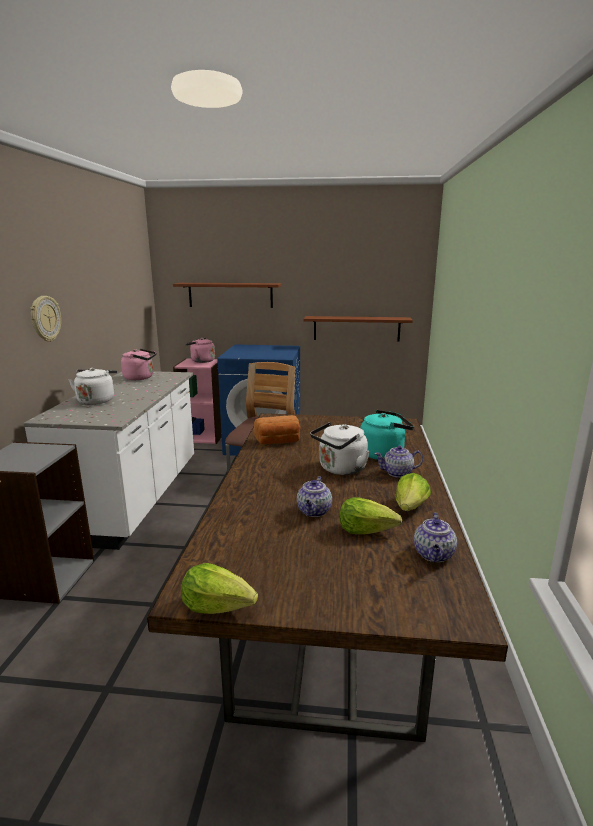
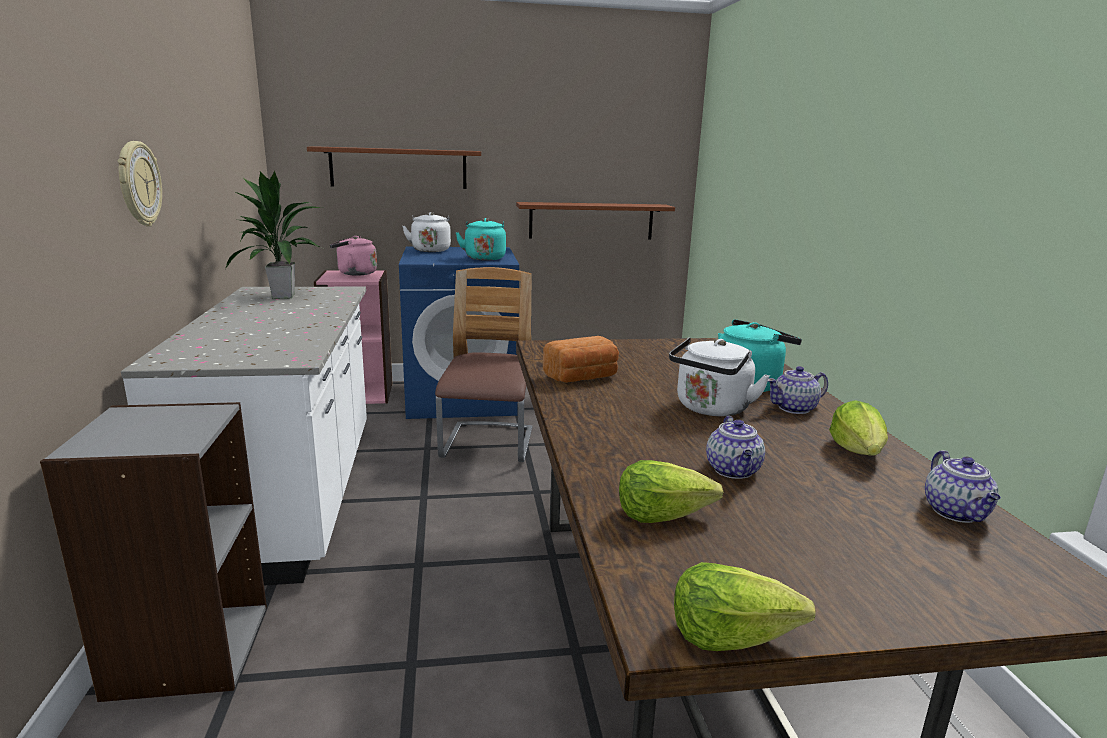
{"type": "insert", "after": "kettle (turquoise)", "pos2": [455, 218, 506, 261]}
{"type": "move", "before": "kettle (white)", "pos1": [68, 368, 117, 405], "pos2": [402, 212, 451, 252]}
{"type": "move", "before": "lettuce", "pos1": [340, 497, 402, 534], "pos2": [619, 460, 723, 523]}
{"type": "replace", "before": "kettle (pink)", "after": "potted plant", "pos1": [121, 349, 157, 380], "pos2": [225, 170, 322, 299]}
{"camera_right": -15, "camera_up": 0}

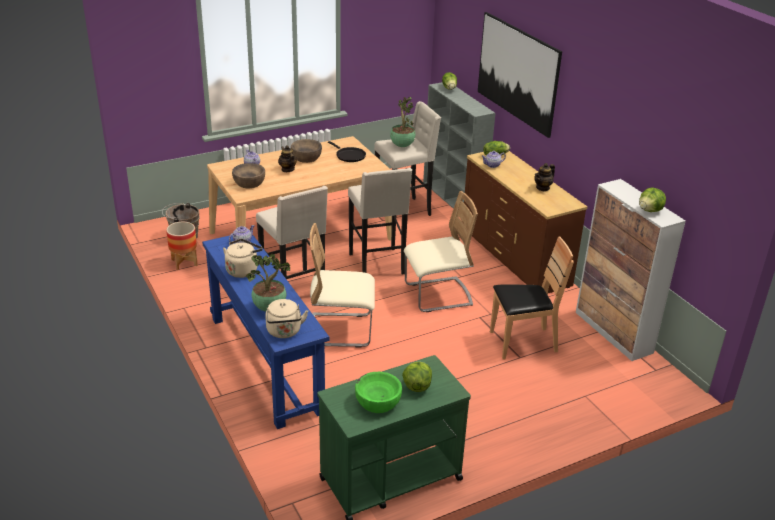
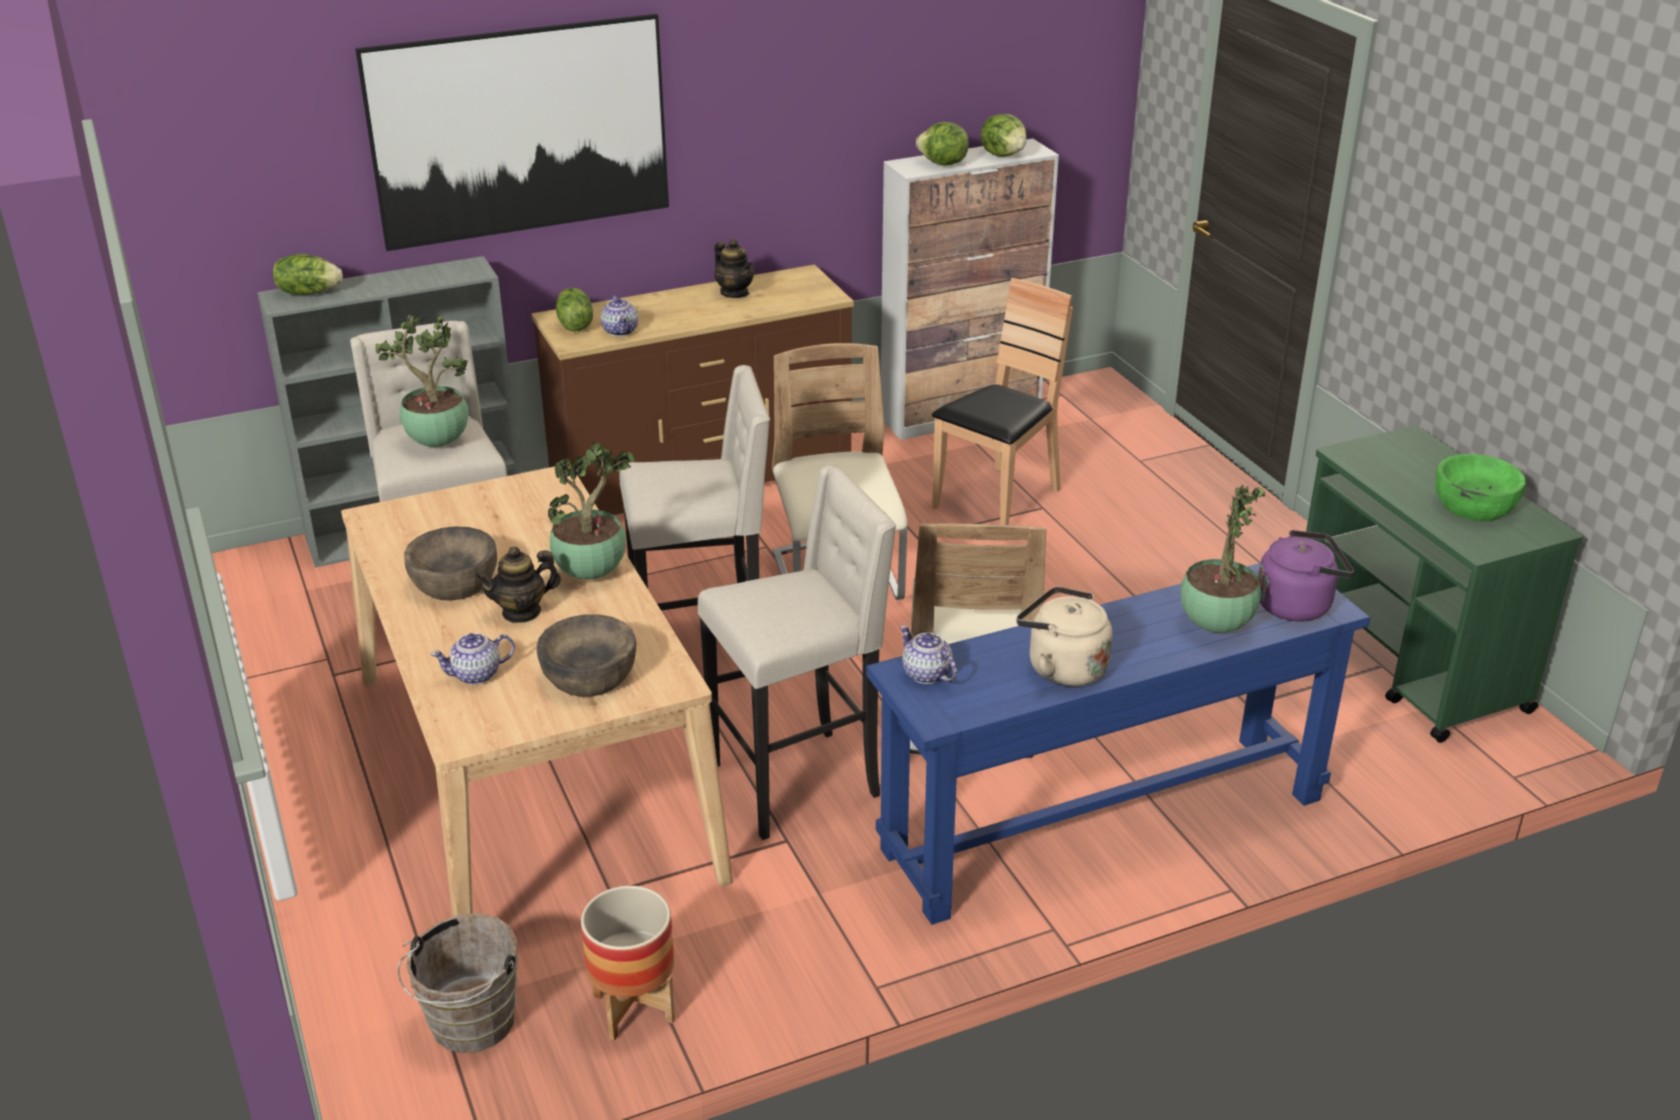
{"type": "delete", "before": "frying pan (black)", "pos1": [328, 141, 366, 162]}
{"type": "insert", "after": "potted plant", "pos2": [548, 442, 635, 580]}
{"type": "move", "before": "lettuce", "pos1": [402, 362, 432, 392], "pos2": [916, 122, 969, 166]}
{"type": "recolor", "before": "kettle (beige)", "after": "kettle (purple)", "pos1": [265, 299, 308, 338], "pos2": [1258, 530, 1354, 622]}
{"type": "rotate", "before": "chair (brown)", "pos1": [490, 236, 574, 360], "pos2": [932, 278, 1073, 525], "turn": 45}
{"camera_right": -85, "camera_up": 0}

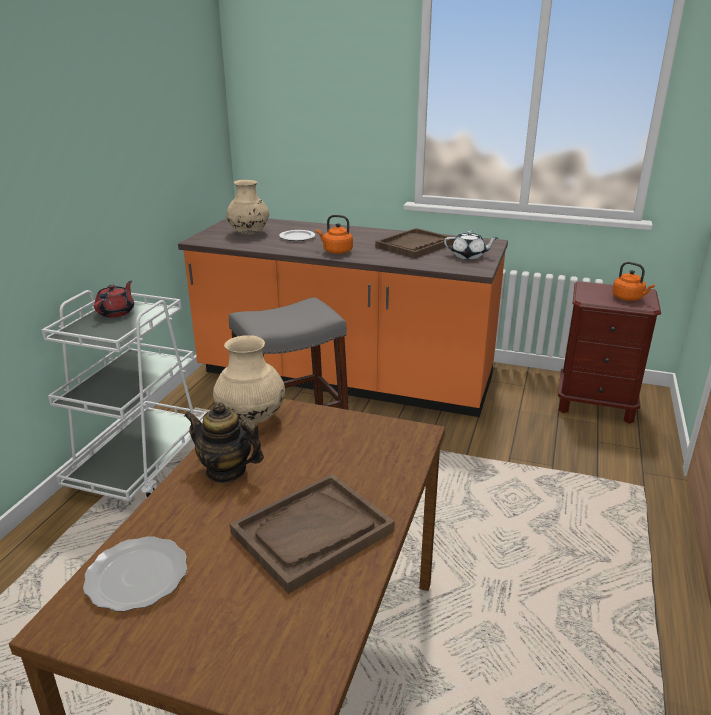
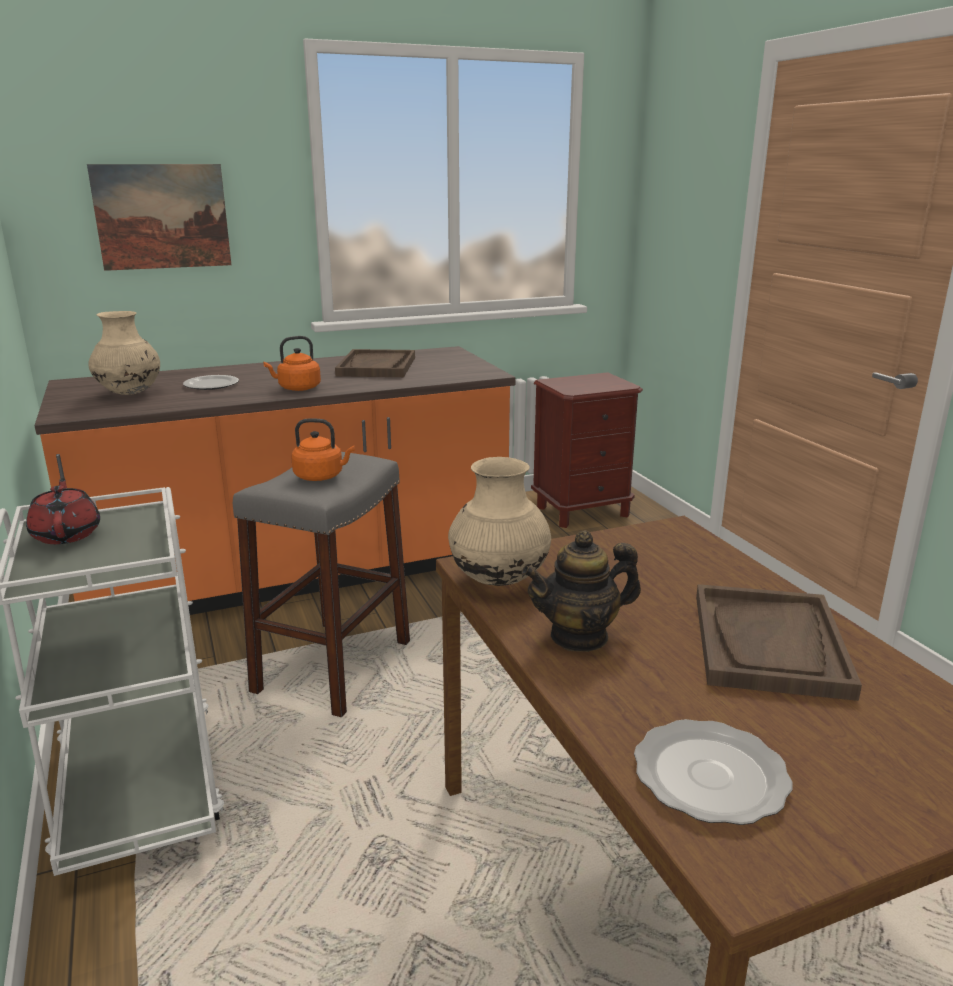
{"type": "delete", "before": "teapot (white)", "pos1": [444, 230, 498, 259]}
{"type": "insert", "after": "picture", "pos2": [87, 164, 231, 271]}
{"type": "move", "before": "kettle (orange)", "pos1": [612, 262, 655, 301], "pos2": [291, 418, 355, 481]}
{"camera_right": -40, "camera_up": -5}

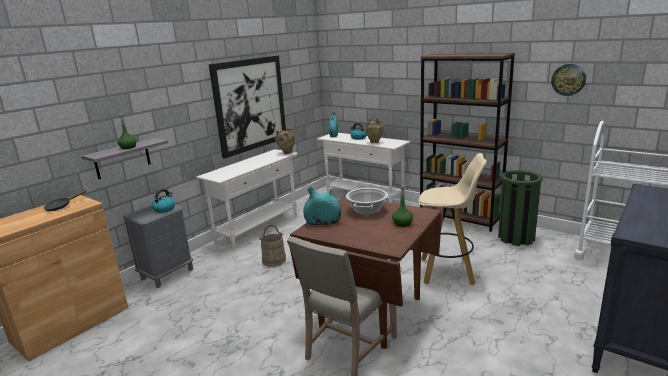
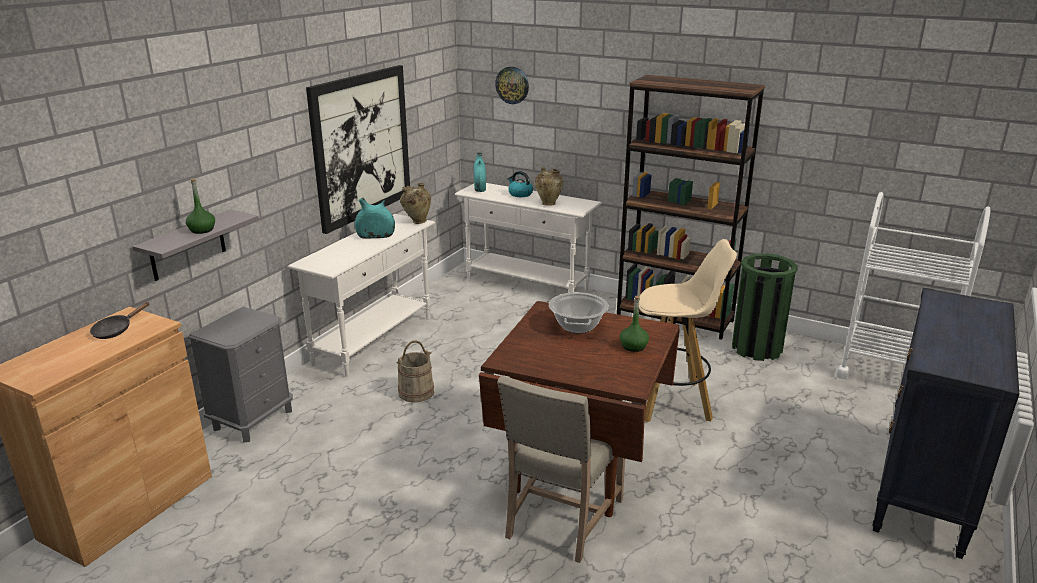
{"type": "delete", "before": "kettle", "pos1": [152, 189, 175, 213]}
{"type": "move", "before": "vase (turquoise)", "pos1": [303, 186, 341, 225], "pos2": [355, 197, 395, 239]}
{"type": "move", "before": "wall clock", "pos1": [551, 64, 586, 96], "pos2": [495, 67, 529, 104]}
{"camera_right": -10, "camera_up": 5}

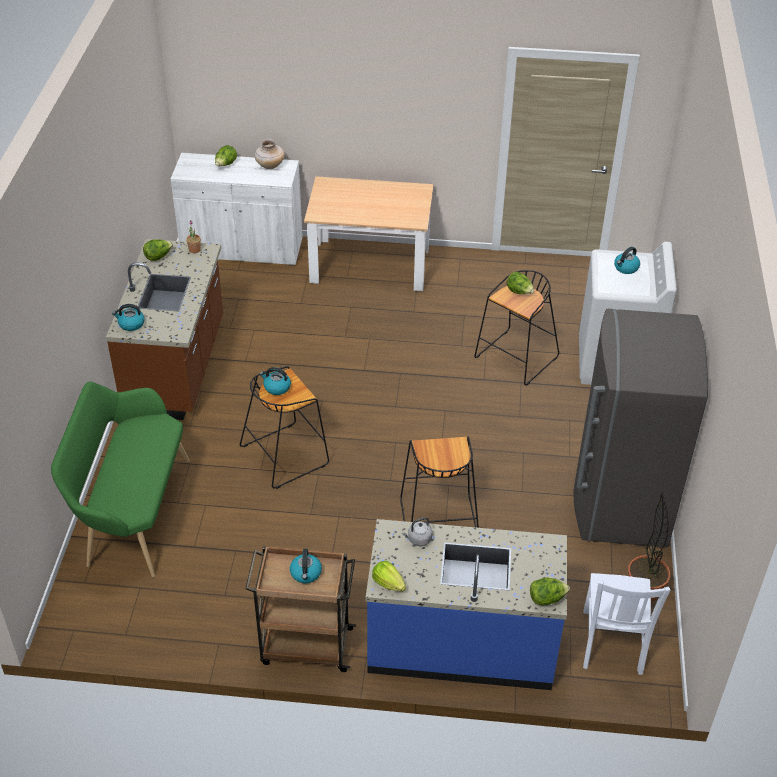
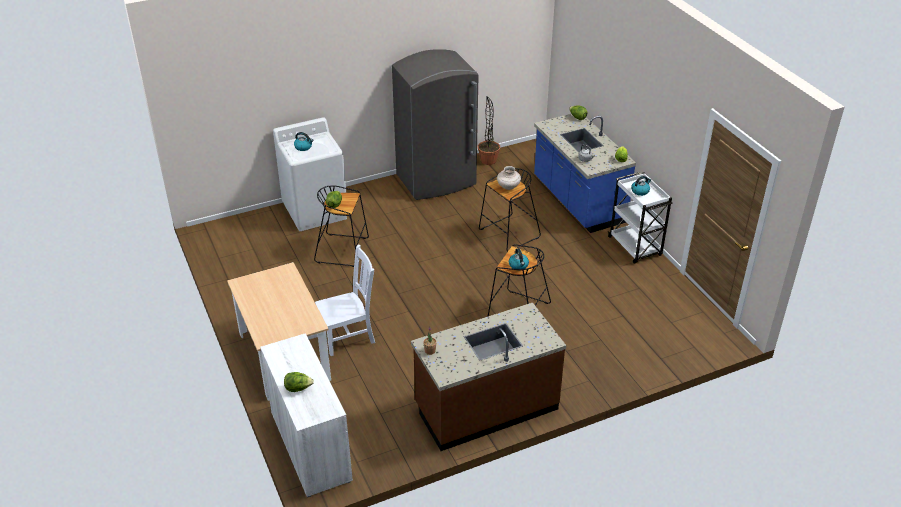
{"type": "delete", "before": "bench (green)", "pos1": [51, 382, 190, 578]}
{"type": "delete", "before": "kettle", "pos1": [112, 304, 145, 331]}
{"type": "delete", "before": "lettuce", "pos1": [143, 239, 173, 261]}
{"type": "move", "before": "vase (beige)", "pos1": [254, 139, 285, 169], "pos2": [497, 166, 521, 190]}
{"type": "move", "before": "chair (white)", "pos1": [583, 573, 670, 675], "pos2": [315, 245, 375, 356]}
{"type": "recolor", "before": "cart (brown)", "after": "cart (white)", "pos1": [246, 546, 356, 672], "pos2": [608, 172, 673, 264]}
{"camera_right": -120, "camera_up": -5}

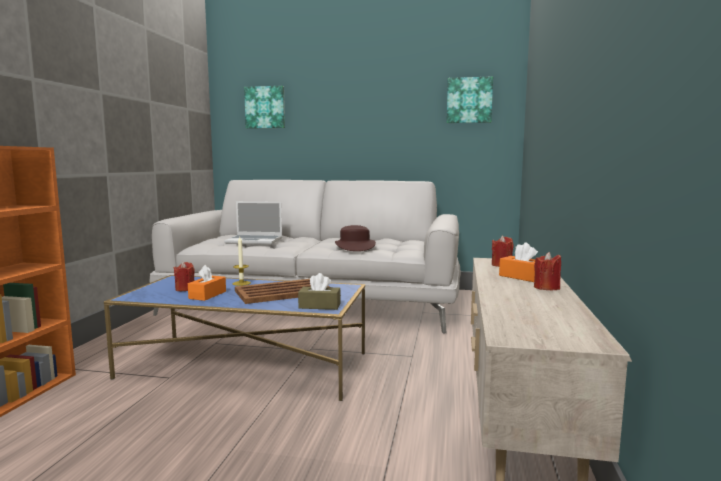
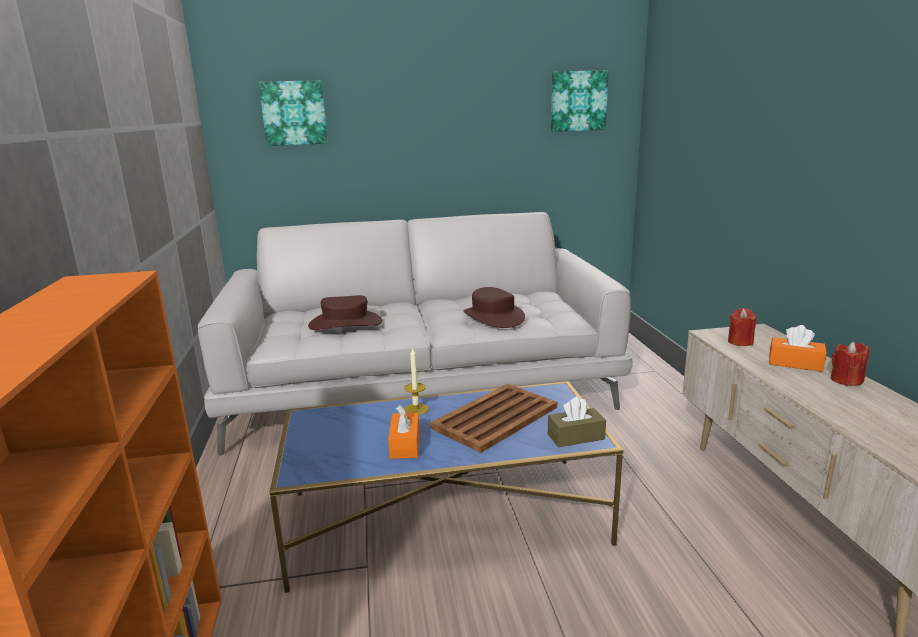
{"type": "delete", "before": "candle (red)", "pos1": [174, 262, 195, 291]}
{"type": "replace", "before": "laptop", "after": "hat (brown)", "pos1": [224, 201, 282, 245], "pos2": [308, 295, 382, 330]}
{"camera_right": -20, "camera_up": 10}

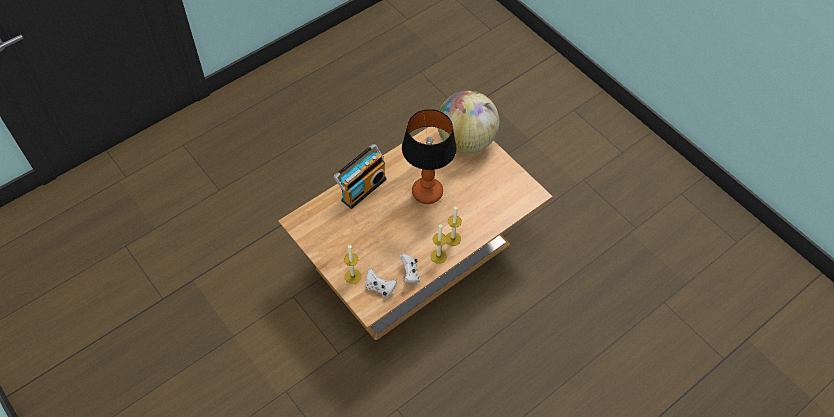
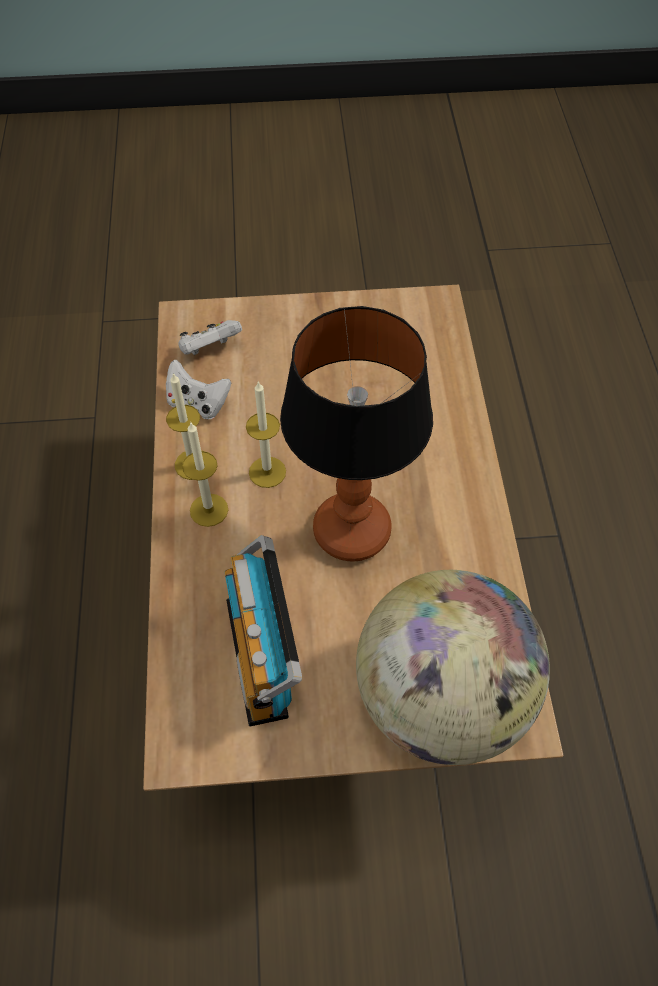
{"type": "move", "before": "radio", "pos1": [334, 144, 386, 209], "pos2": [224, 535, 302, 727]}
{"type": "move", "before": "candle", "pos1": [344, 244, 361, 284], "pos2": [246, 381, 286, 488]}
{"camera_right": 125, "camera_up": 0}

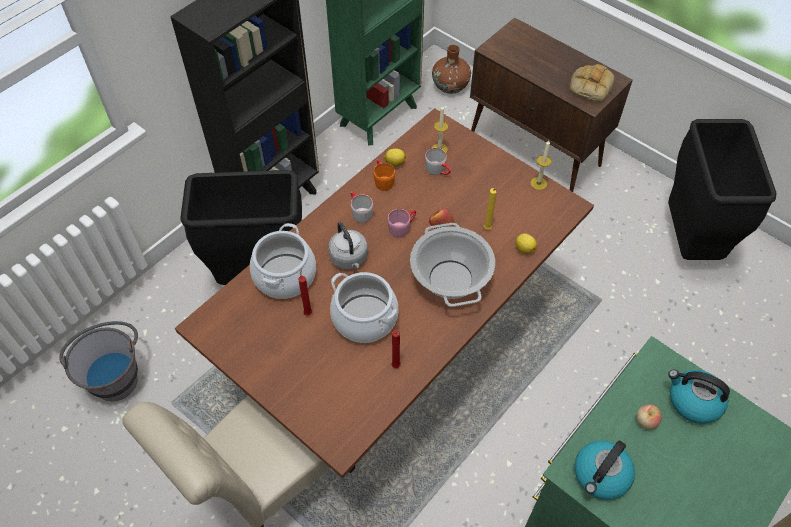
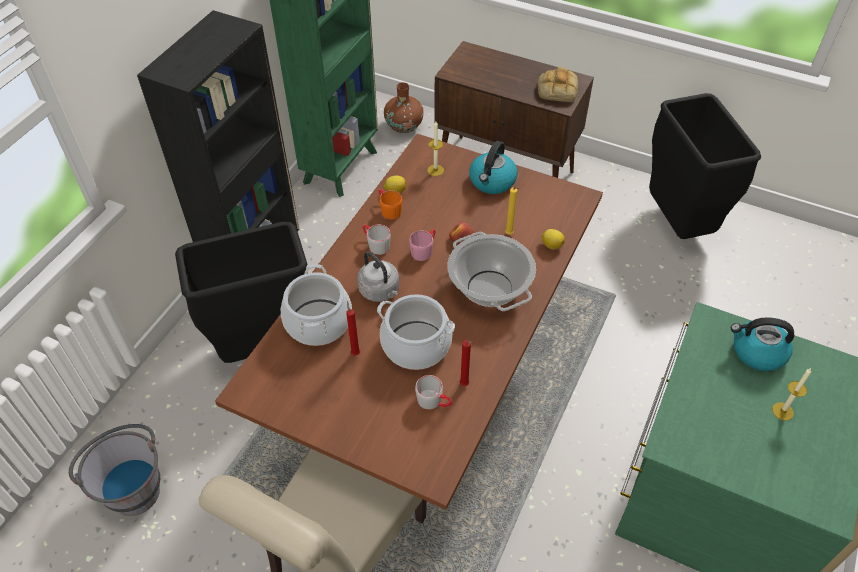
{"type": "delete", "before": "apple", "pos1": [637, 404, 662, 429]}
{"type": "move", "before": "mug (grey)", "pos1": [425, 148, 451, 175], "pos2": [415, 375, 452, 410]}
{"type": "move", "before": "candle", "pos1": [530, 140, 551, 190], "pos2": [772, 368, 811, 421]}
{"type": "move", "before": "kettle", "pos1": [575, 440, 635, 500], "pos2": [469, 141, 517, 194]}
{"camera_right": -15, "camera_up": -5}

